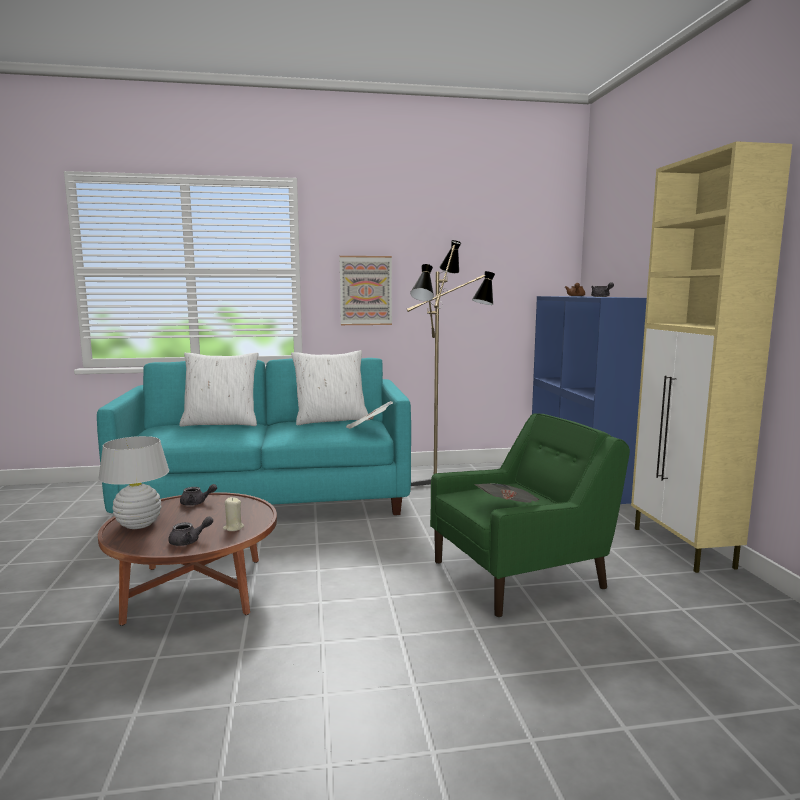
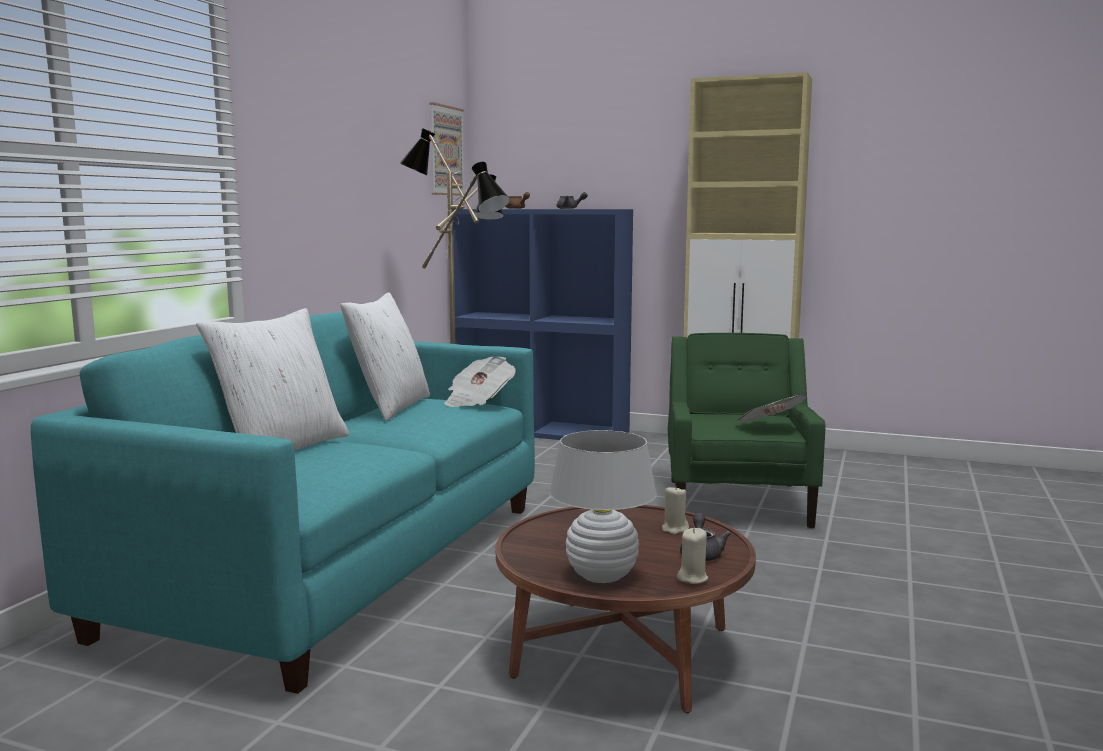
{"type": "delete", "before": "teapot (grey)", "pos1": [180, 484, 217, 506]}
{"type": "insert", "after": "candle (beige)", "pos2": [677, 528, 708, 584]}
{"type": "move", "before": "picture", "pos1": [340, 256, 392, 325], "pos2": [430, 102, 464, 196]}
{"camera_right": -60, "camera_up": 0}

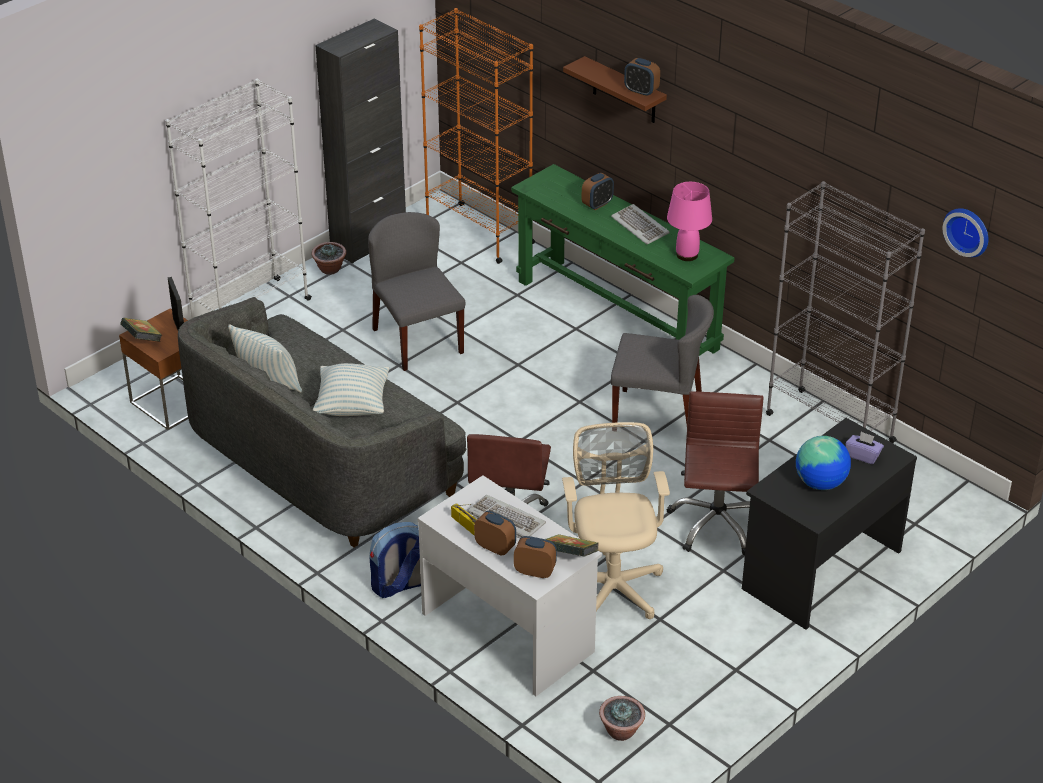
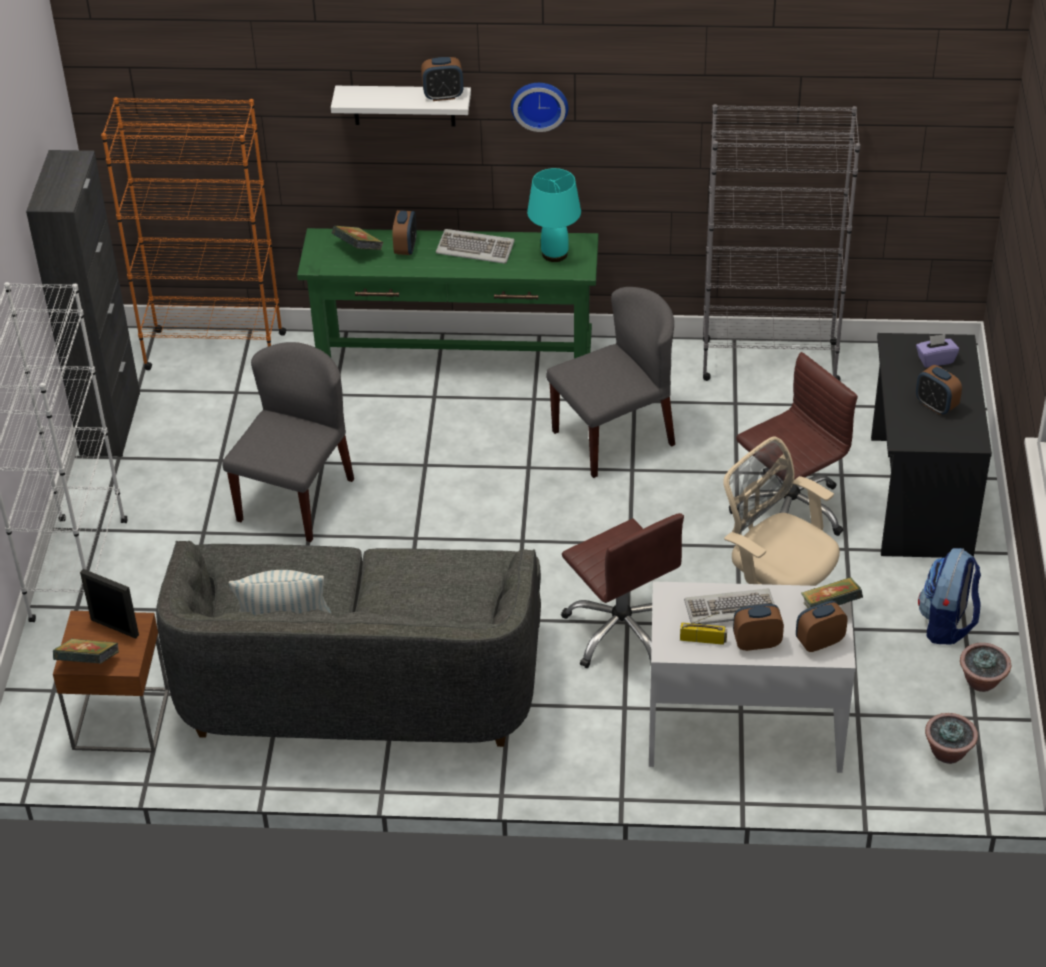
{"type": "delete", "before": "pillow", "pos1": [313, 363, 389, 416]}
{"type": "insert", "after": "book", "pos2": [332, 226, 384, 250]}
{"type": "move", "before": "potted plant", "pos1": [312, 242, 346, 275], "pos2": [960, 643, 1011, 692]}
{"type": "move", "before": "backpack", "pos1": [369, 522, 421, 598], "pos2": [918, 548, 981, 644]}
{"type": "move", "before": "wall clock", "pos1": [943, 208, 988, 257], "pos2": [511, 83, 568, 132]}
{"type": "replace", "before": "globe", "after": "alarm clock", "pos1": [796, 436, 851, 490], "pos2": [916, 365, 962, 415]}
{"type": "recolor", "before": "shelf (brown)", "after": "shelf (white)", "pos1": [563, 56, 667, 123], "pos2": [331, 86, 471, 126]}
{"type": "recolor", "before": "table lamp (pink)", "after": "table lamp (turquoise)", "pos1": [667, 182, 712, 261], "pos2": [527, 168, 581, 262]}
{"type": "rotate", "before": "chair (grey)", "pos1": [368, 212, 465, 371], "pos2": [222, 342, 354, 542], "turn": 90}
{"type": "rotate", "before": "office chair (brown)", "pos1": [667, 391, 764, 555], "pos2": [729, 352, 858, 536], "turn": 90}
{"camera_right": -40, "camera_up": 5}

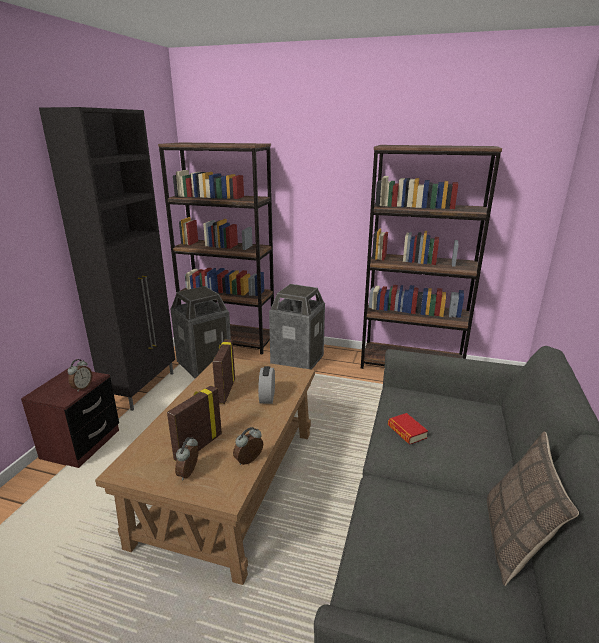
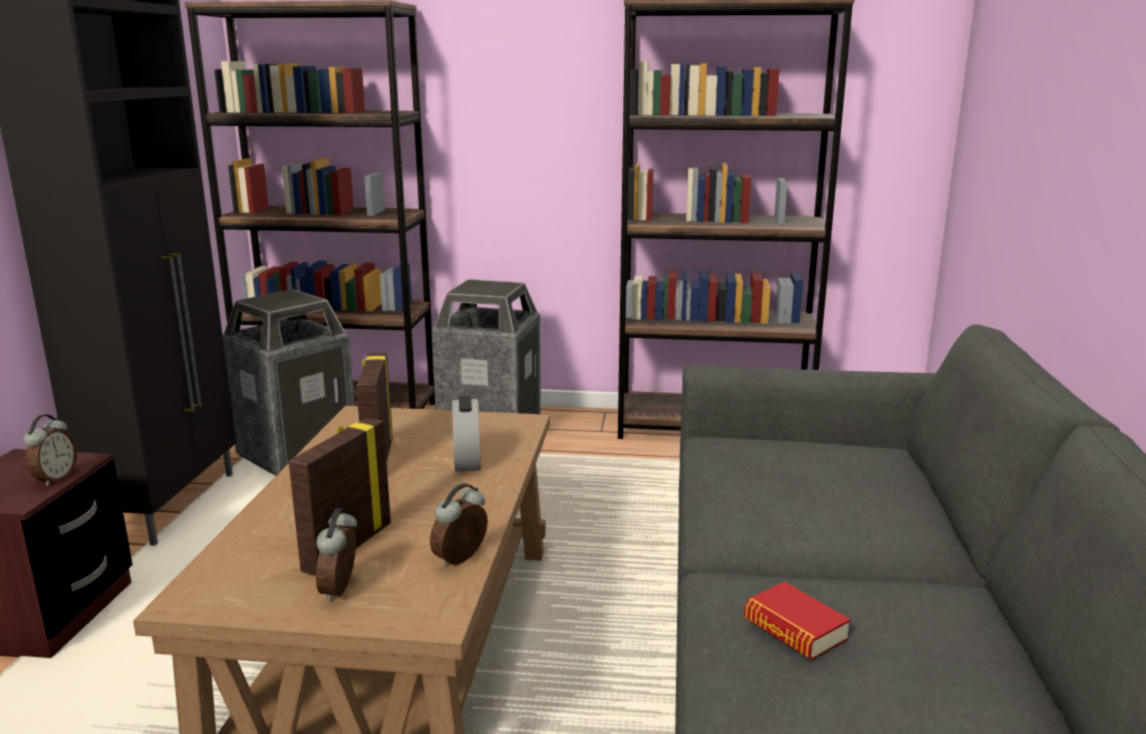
{"type": "delete", "before": "pillow", "pos1": [487, 431, 579, 586]}
{"type": "move", "before": "book", "pos1": [388, 413, 428, 444], "pos2": [744, 582, 851, 660]}
{"camera_right": -10, "camera_up": -5}

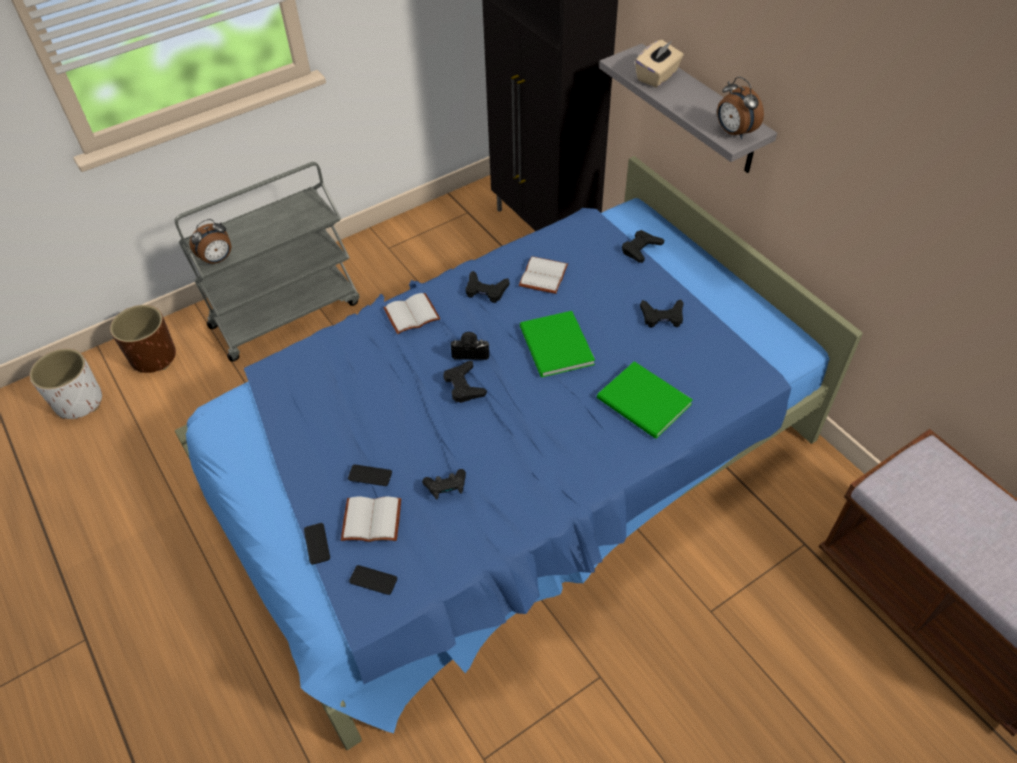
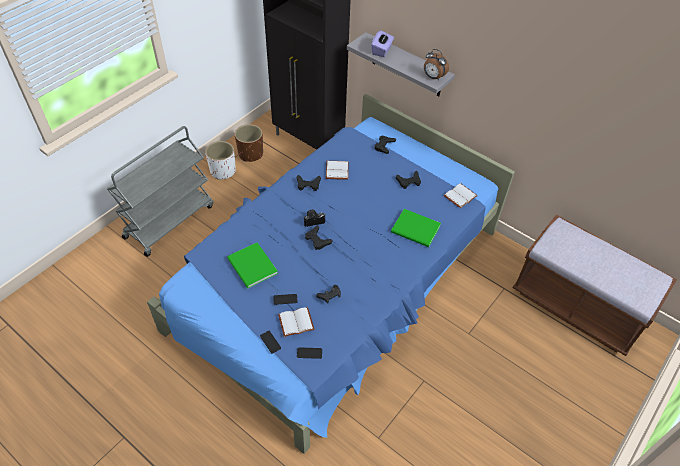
{"type": "delete", "before": "alarm clock", "pos1": [189, 219, 231, 265]}
{"type": "move", "before": "planter (white)", "pos1": [30, 349, 102, 419], "pos2": [205, 141, 236, 180]}
{"type": "move", "before": "planter (brown)", "pos1": [110, 305, 176, 373], "pos2": [235, 124, 263, 162]}
{"type": "move", "before": "book (white)", "pos1": [383, 293, 440, 334], "pos2": [444, 183, 478, 208]}
{"type": "move", "before": "book (green)", "pos1": [520, 311, 595, 377], "pos2": [227, 243, 278, 288]}
{"type": "recolor", "before": "tissue box (beige)", "after": "tissue box (purple)", "pos1": [635, 40, 684, 87], "pos2": [371, 30, 394, 57]}
{"camera_right": -20, "camera_up": 0}

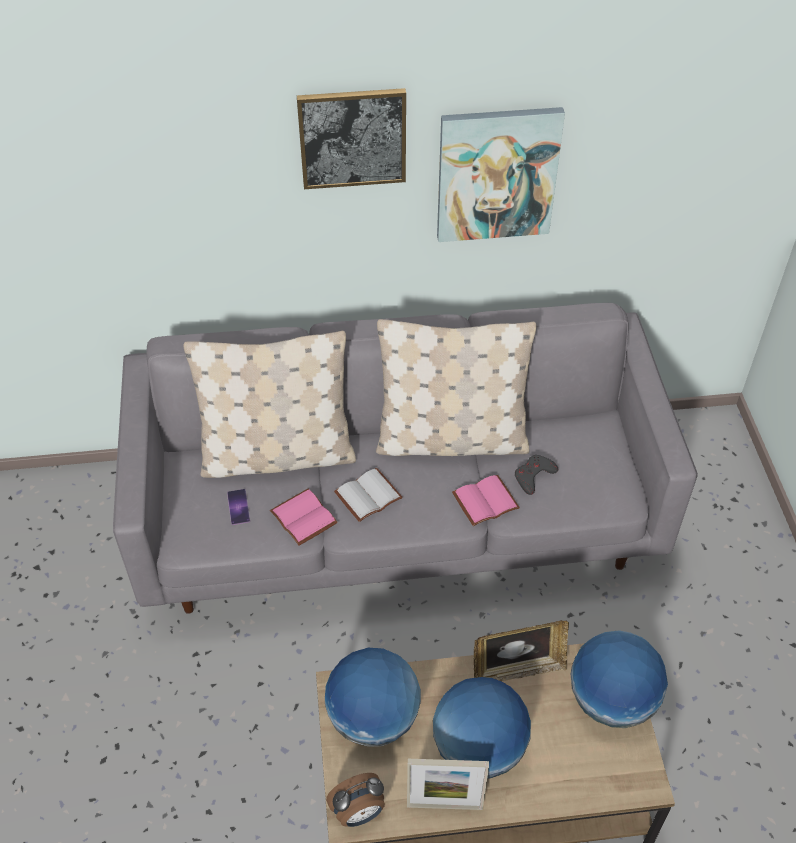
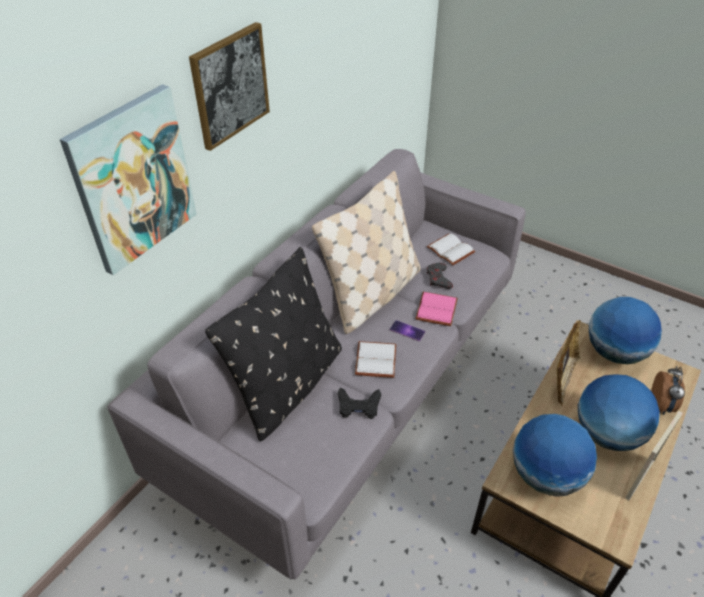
{"type": "insert", "after": "book (white)", "pos2": [426, 233, 476, 265]}
{"type": "move", "before": "phone", "pos1": [227, 489, 250, 525], "pos2": [390, 320, 425, 341]}
{"type": "move", "before": "alarm clock", "pos1": [326, 773, 385, 827], "pos2": [651, 366, 685, 415]}
{"type": "move", "before": "picture", "pos1": [437, 107, 565, 242], "pos2": [60, 84, 197, 275]}
{"type": "replace", "before": "book (pink)", "after": "game controller (black)", "pos1": [270, 488, 338, 546], "pos2": [338, 388, 381, 419]}
{"type": "recolor", "before": "pillow (beige)", "after": "pillow (black)", "pos1": [183, 331, 356, 478], "pos2": [205, 247, 342, 441]}
{"camera_right": -50, "camera_up": -5}

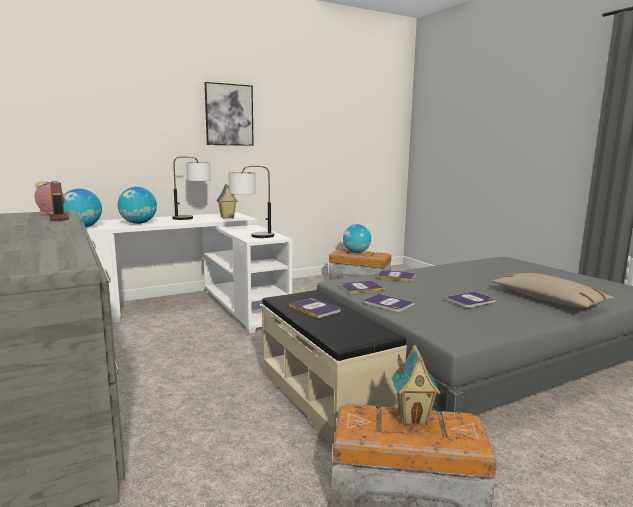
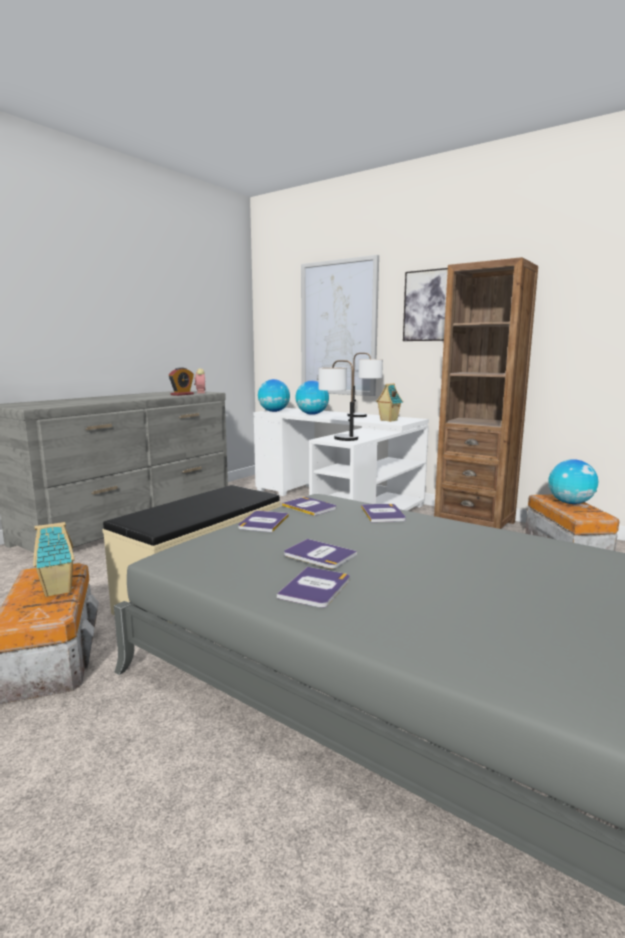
{"type": "delete", "before": "pillow (beige)", "pos1": [492, 273, 614, 308]}
{"type": "insert", "after": "picture", "pos2": [301, 255, 379, 396]}
{"type": "insert", "after": "bookcase (brown)", "pos2": [434, 257, 538, 529]}
{"type": "move", "before": "book", "pos1": [289, 298, 341, 318], "pos2": [277, 567, 350, 608]}
{"camera_right": 65, "camera_up": 0}

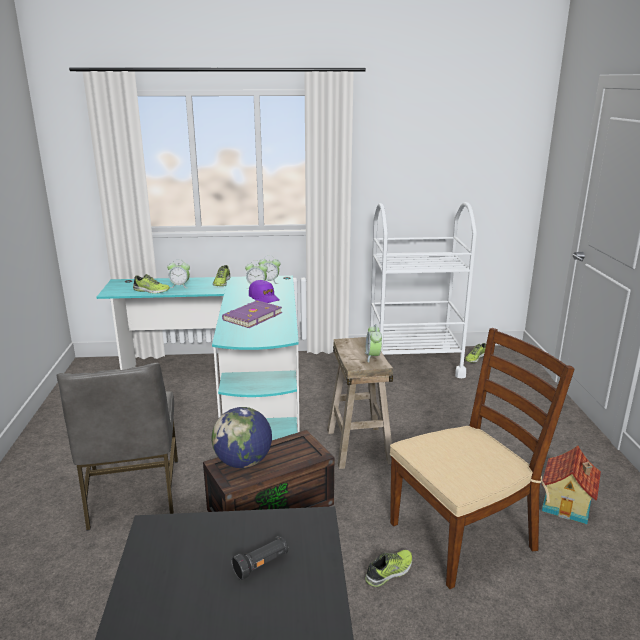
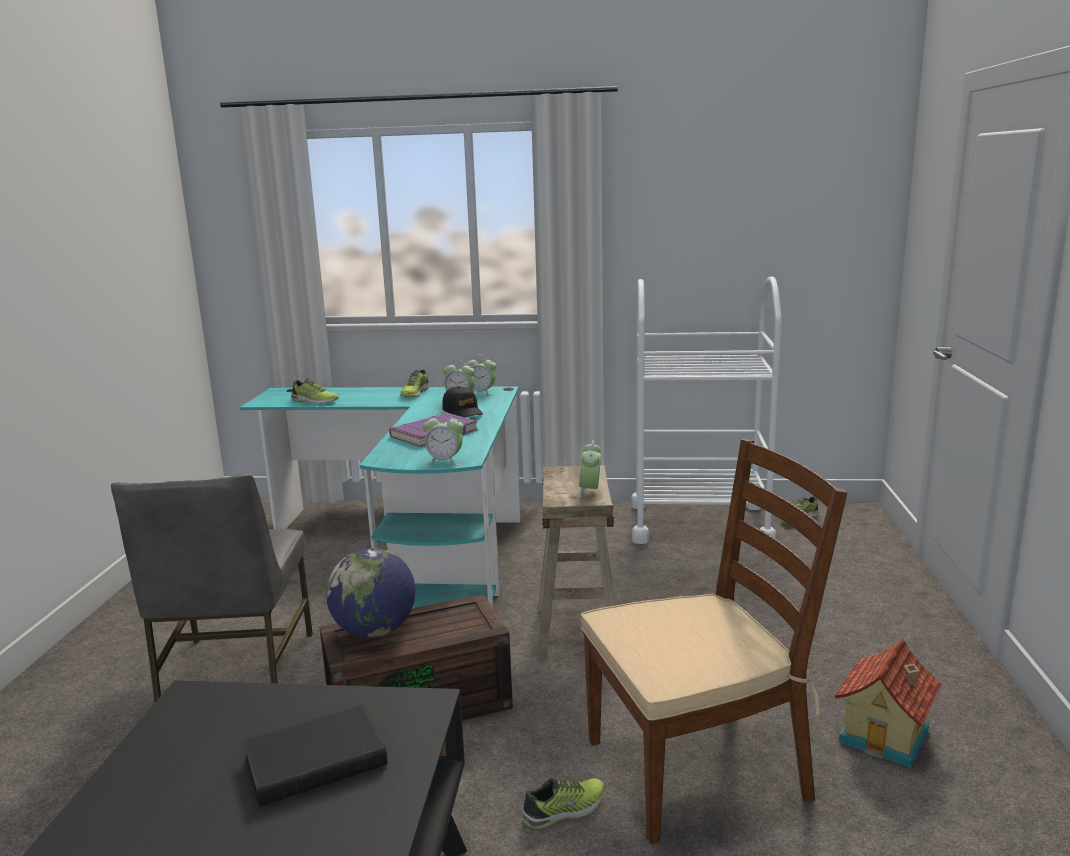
{"type": "move", "before": "alarm clock", "pos1": [167, 259, 190, 288], "pos2": [423, 412, 463, 465]}
{"type": "replace", "before": "flashlight (black)", "after": "book (black)", "pos1": [231, 536, 289, 580], "pos2": [243, 704, 387, 807]}
{"type": "recolor", "before": "cap (purple)", "after": "cap (black)", "pos1": [249, 280, 280, 303], "pos2": [442, 386, 483, 417]}
{"camera_right": 10, "camera_up": -5}

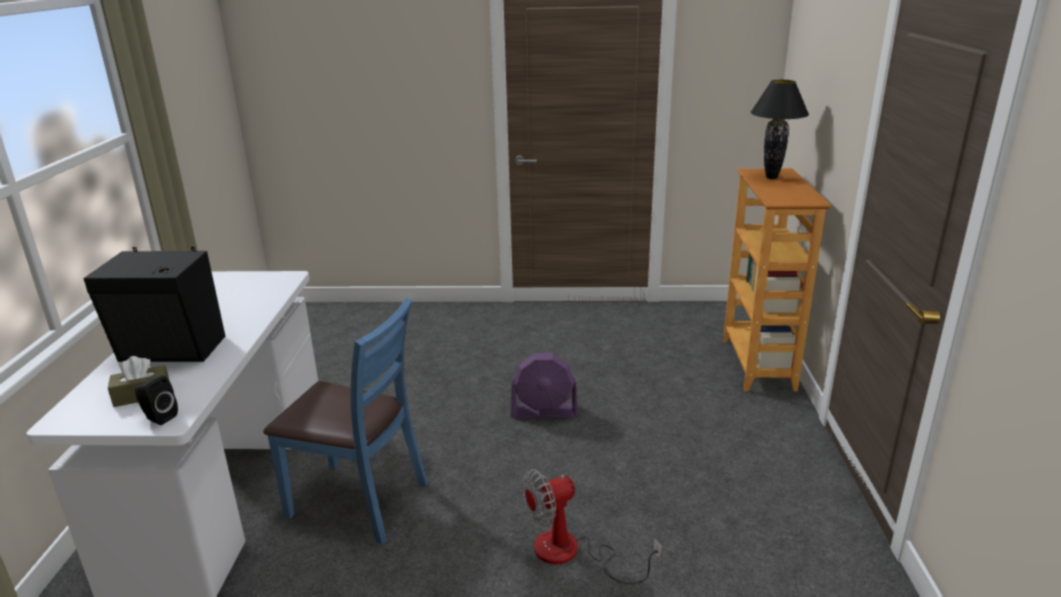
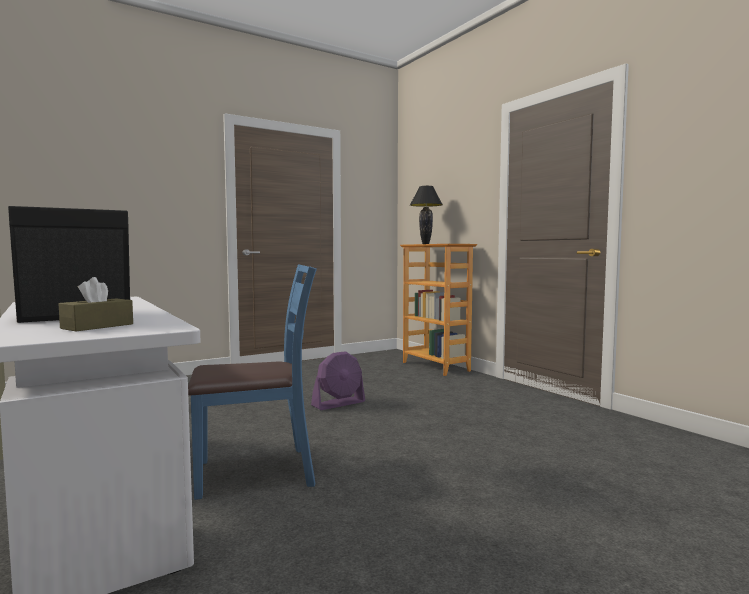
{"type": "delete", "before": "speaker (black)", "pos1": [135, 376, 178, 425]}
{"type": "delete", "before": "fan", "pos1": [522, 469, 662, 584]}
{"camera_right": -35, "camera_up": -20}

